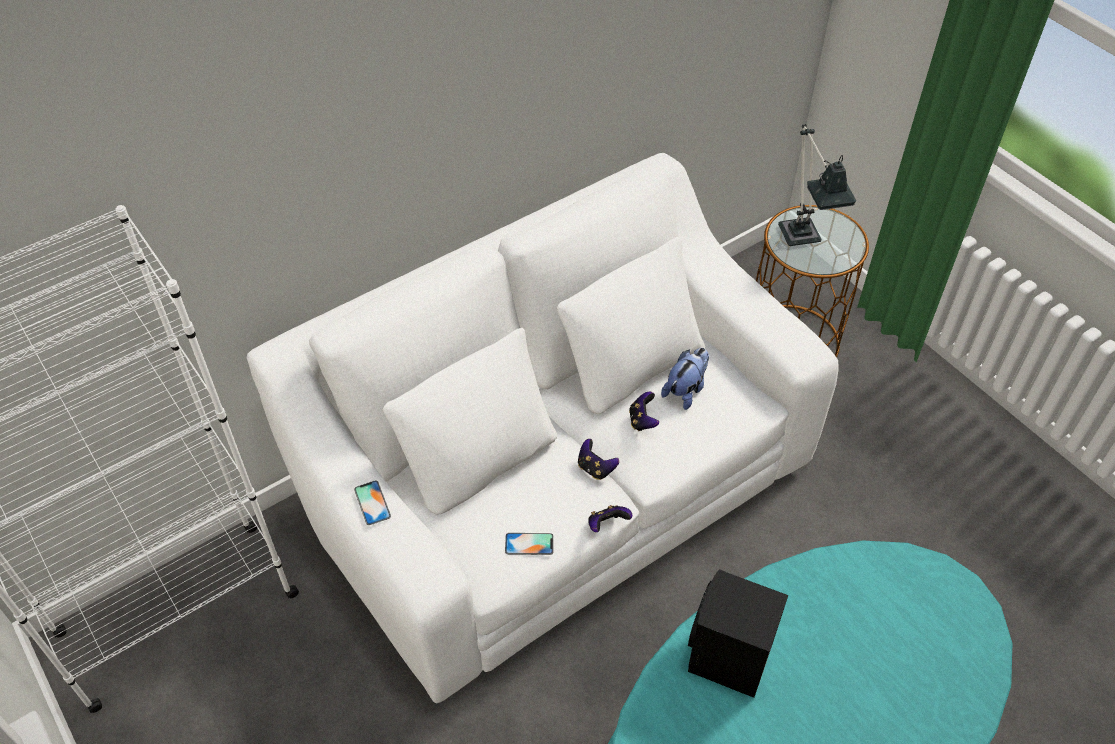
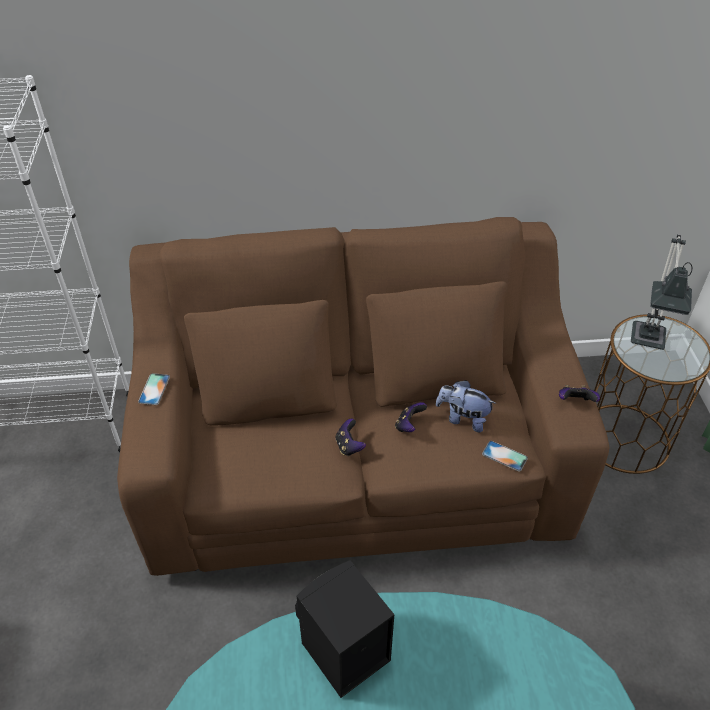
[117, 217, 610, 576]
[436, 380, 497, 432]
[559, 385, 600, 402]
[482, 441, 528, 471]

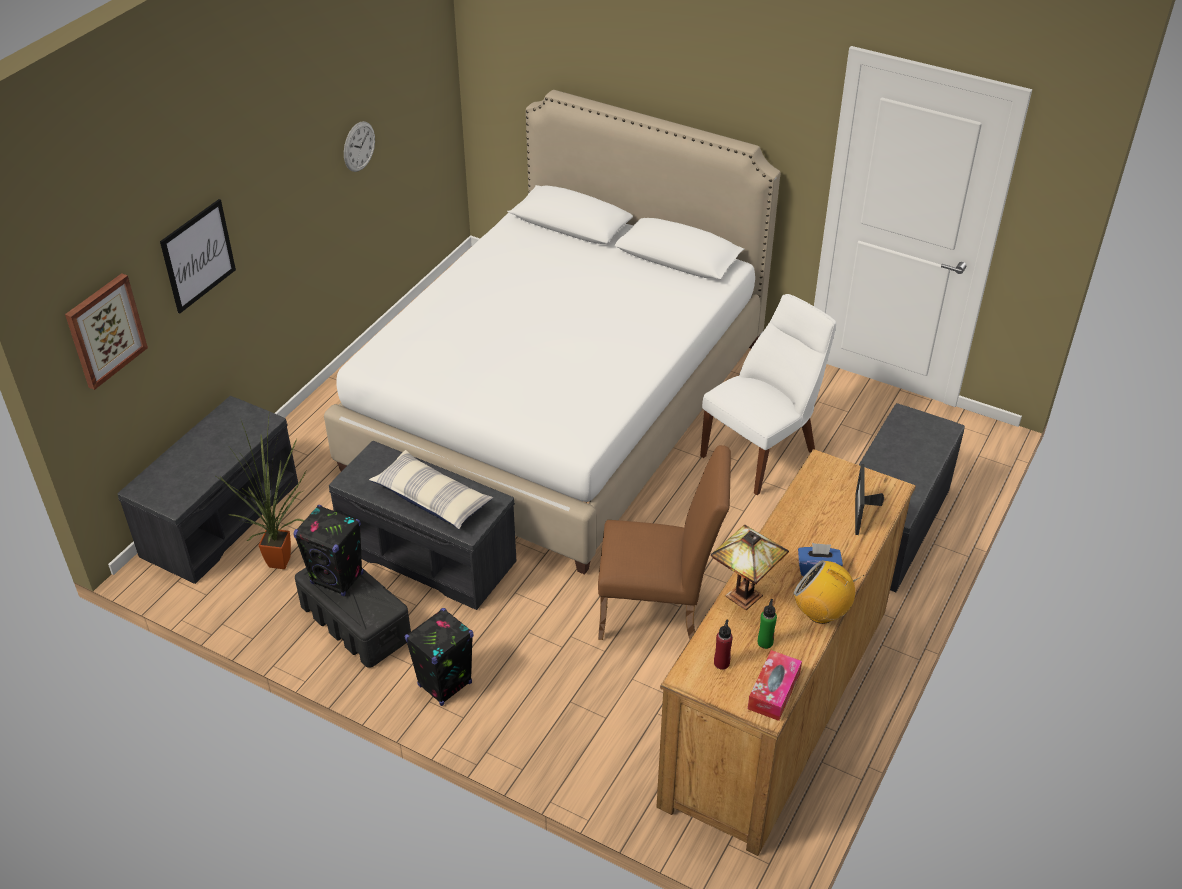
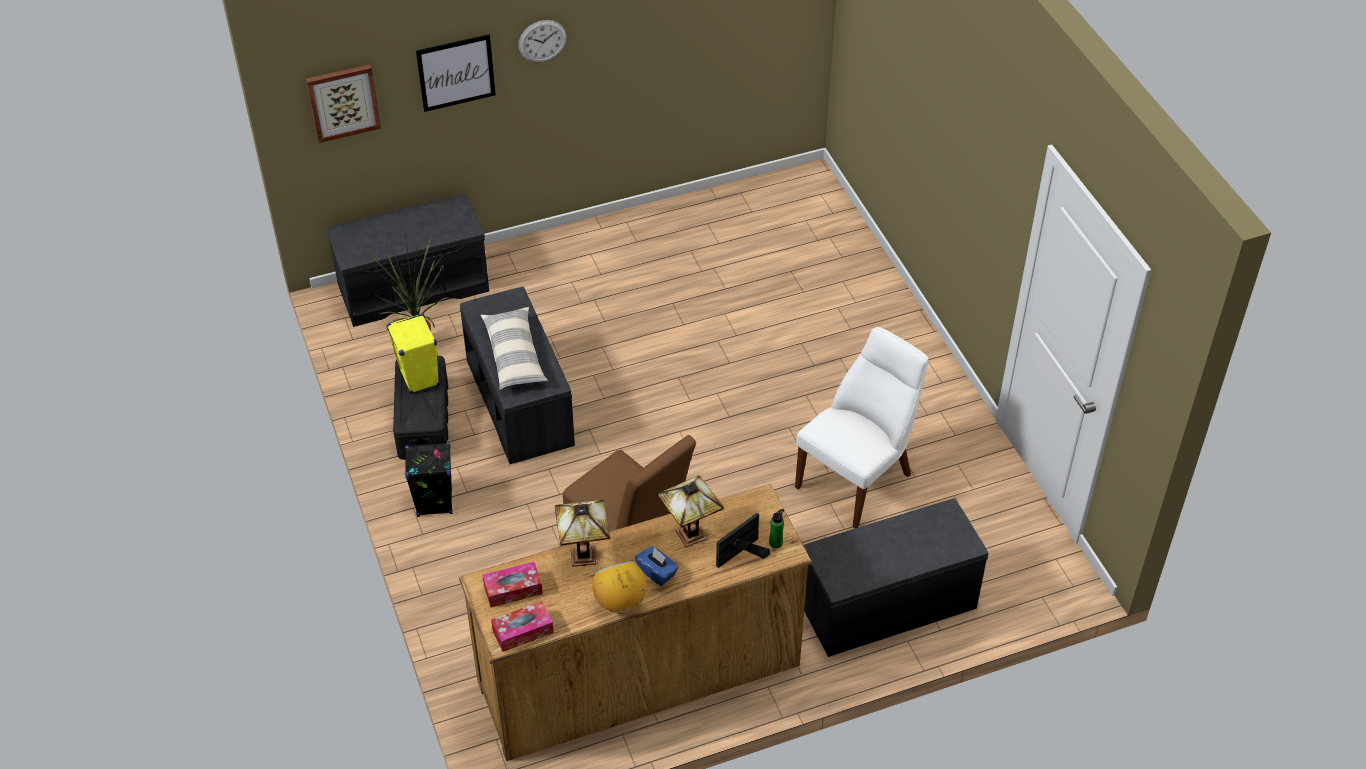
[324, 90, 781, 575] (first image)
[518, 20, 566, 63]
[795, 327, 928, 528]
[386, 313, 440, 394]
[769, 509, 784, 548]
[483, 562, 543, 607]
[657, 475, 724, 547]

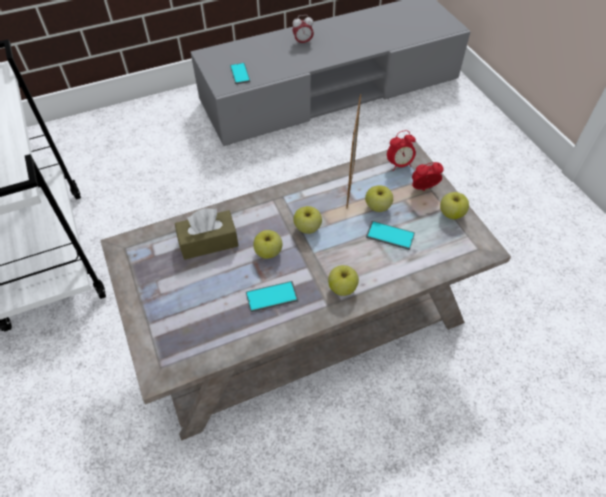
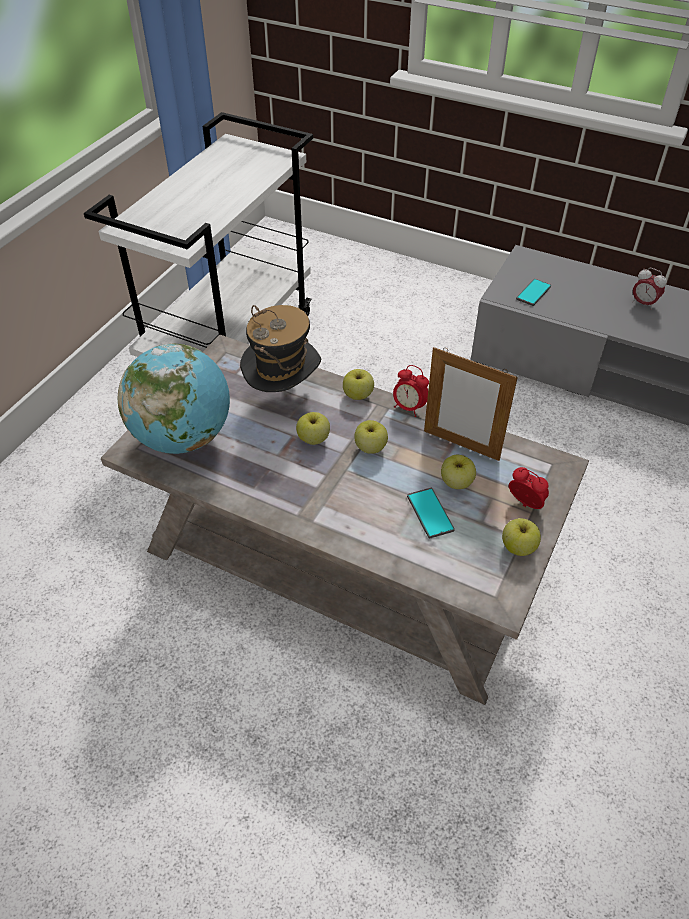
[424, 347, 518, 461]
[393, 365, 429, 417]
[240, 305, 321, 392]
[343, 369, 374, 400]
[246, 281, 298, 312] (first image)
[118, 344, 230, 454]

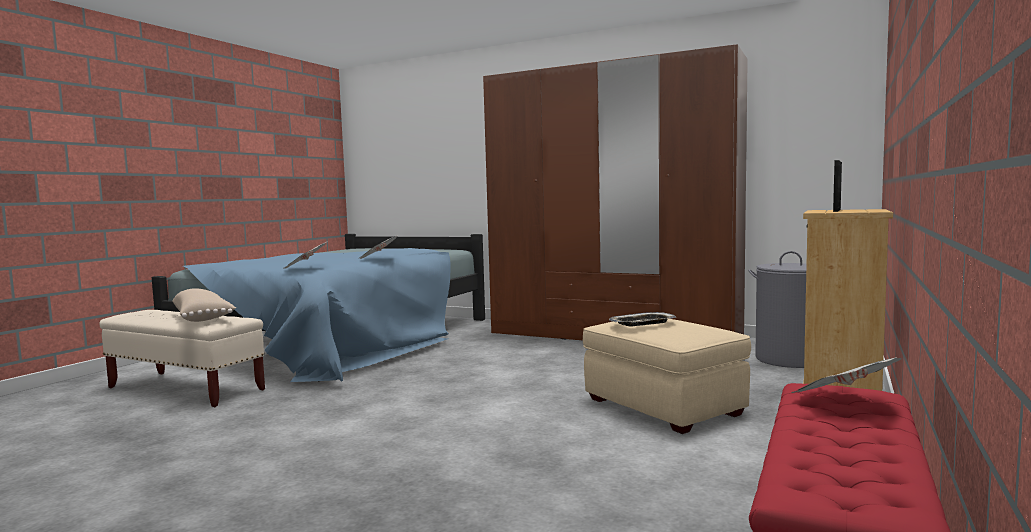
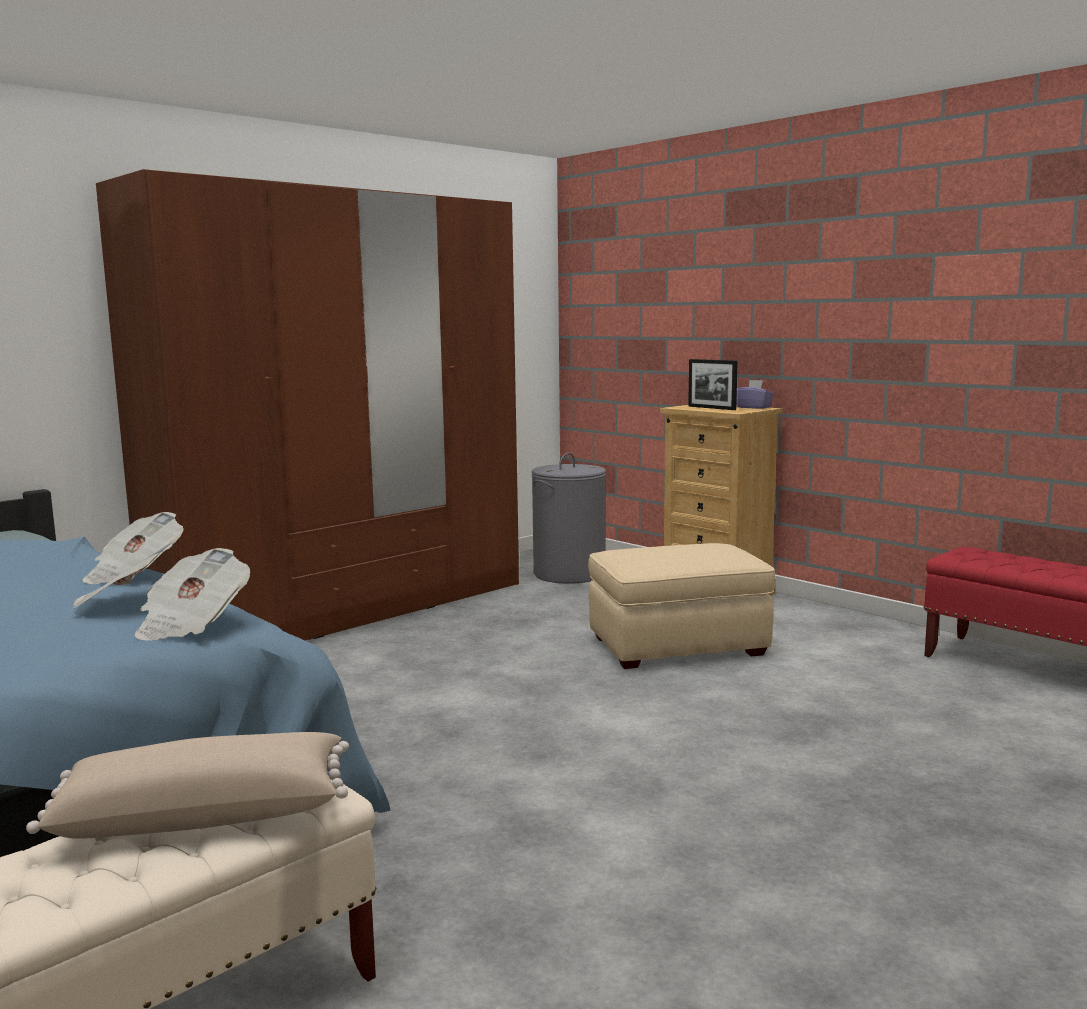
[609, 312, 676, 326] (first image)
[74, 542, 173, 608]
[736, 380, 774, 409]

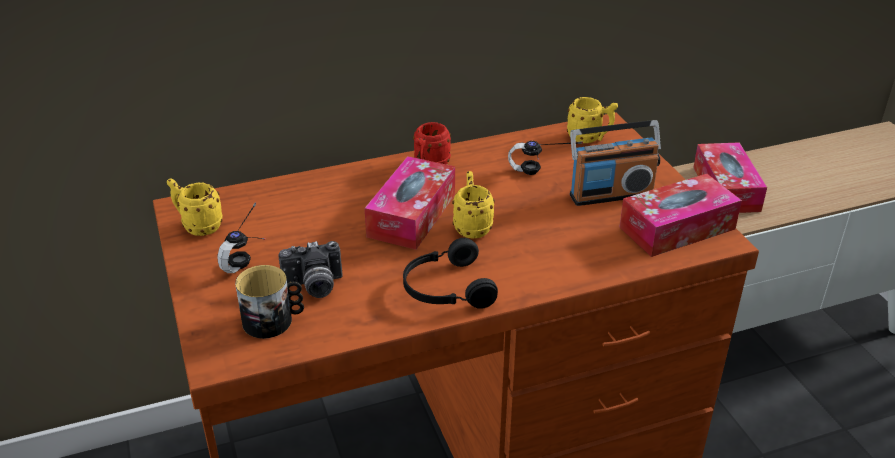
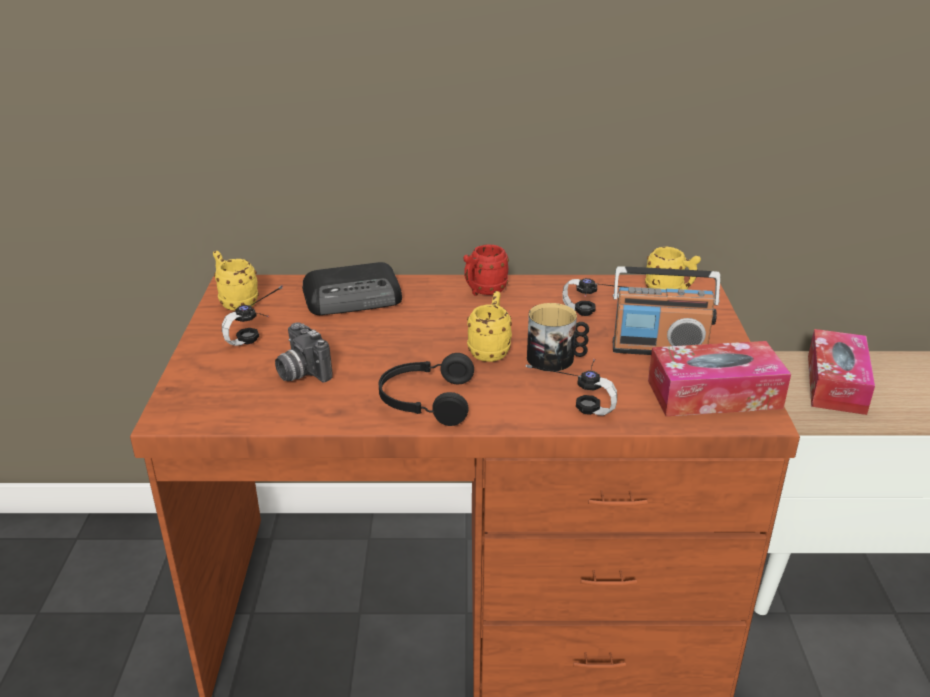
[365, 156, 455, 250] (first image)
[275, 322, 333, 382]
[527, 303, 589, 371]
[302, 262, 402, 315]
[526, 359, 617, 416]

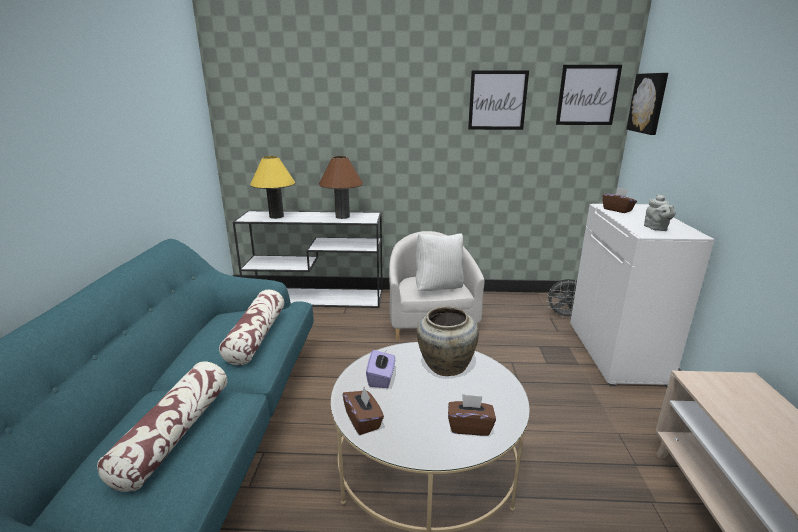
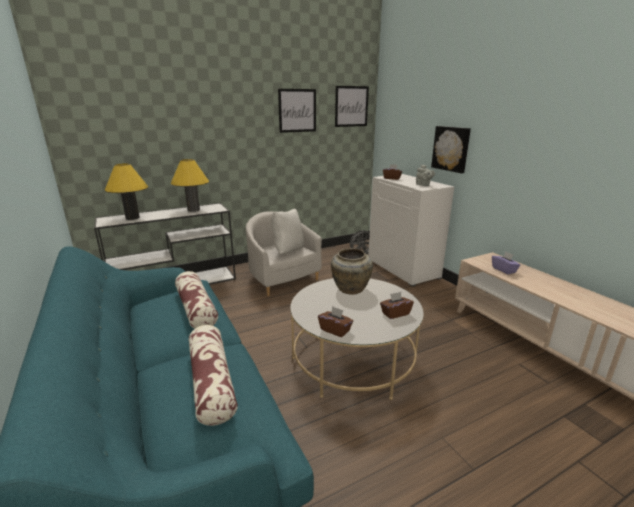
[431, 126, 471, 173]
[171, 159, 209, 212]
[492, 252, 520, 274]

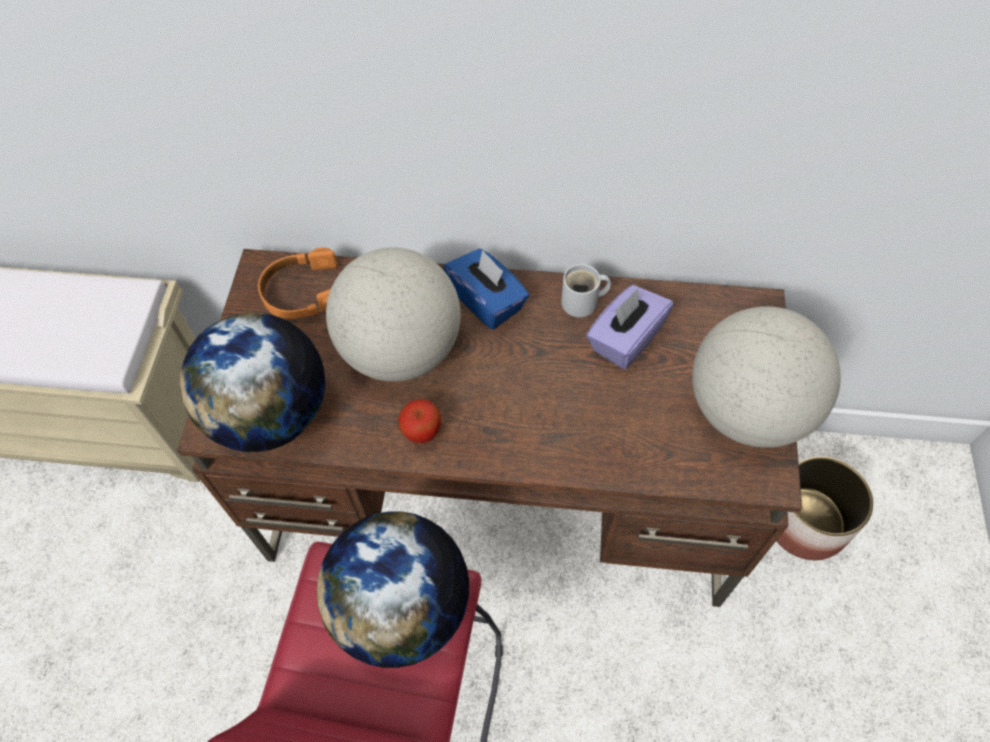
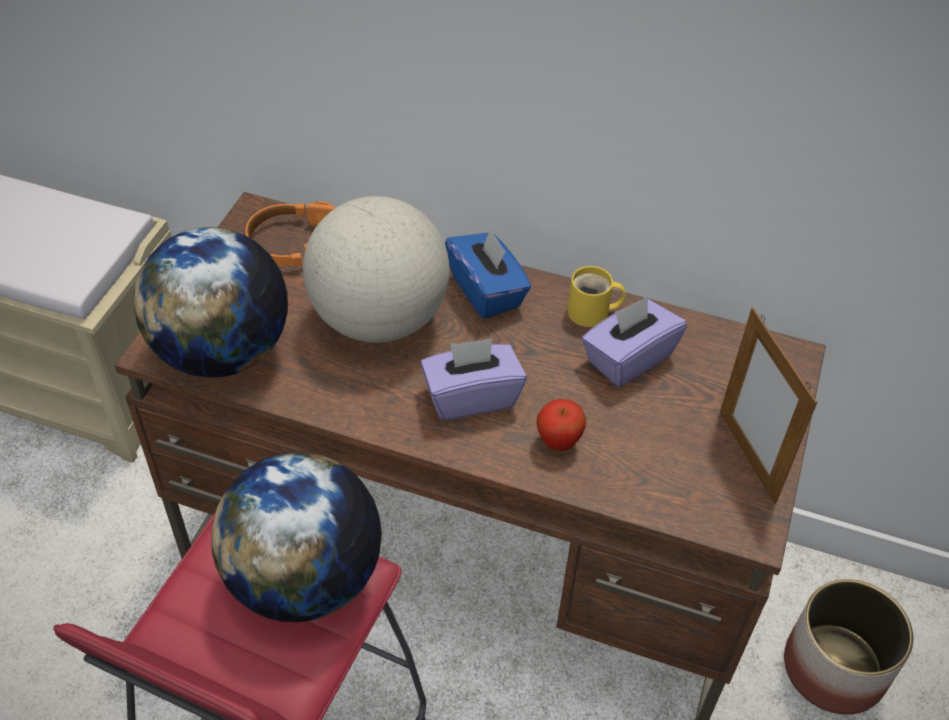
[568, 266, 626, 327]
[720, 307, 817, 504]
[536, 399, 586, 451]
[420, 338, 527, 420]

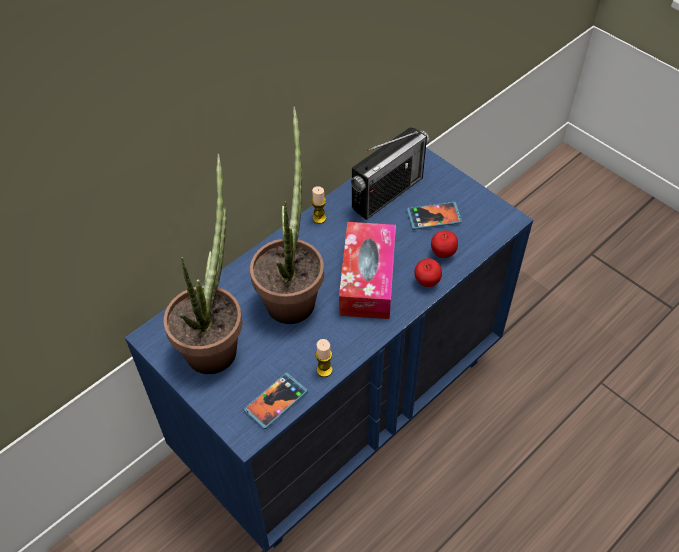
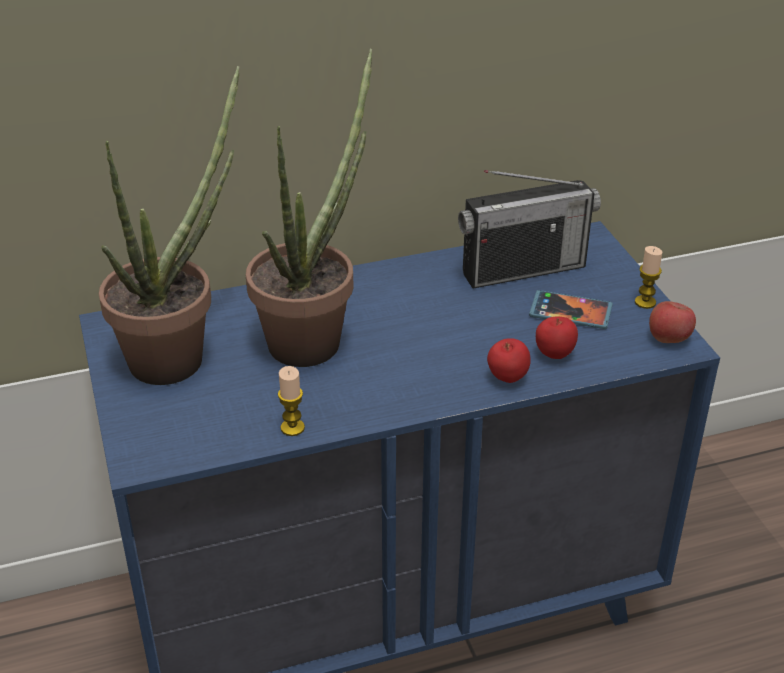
[635, 246, 662, 309]
[339, 222, 396, 319] (first image)
[244, 373, 308, 429] (first image)
[649, 301, 696, 343]

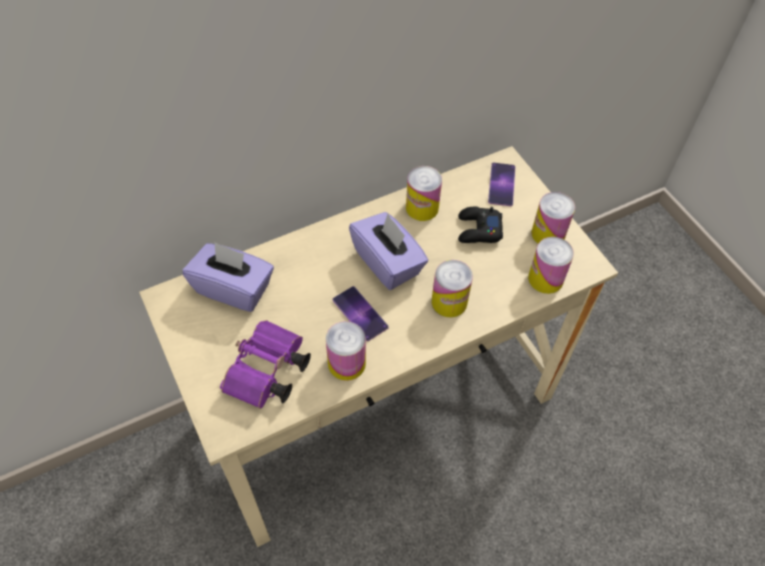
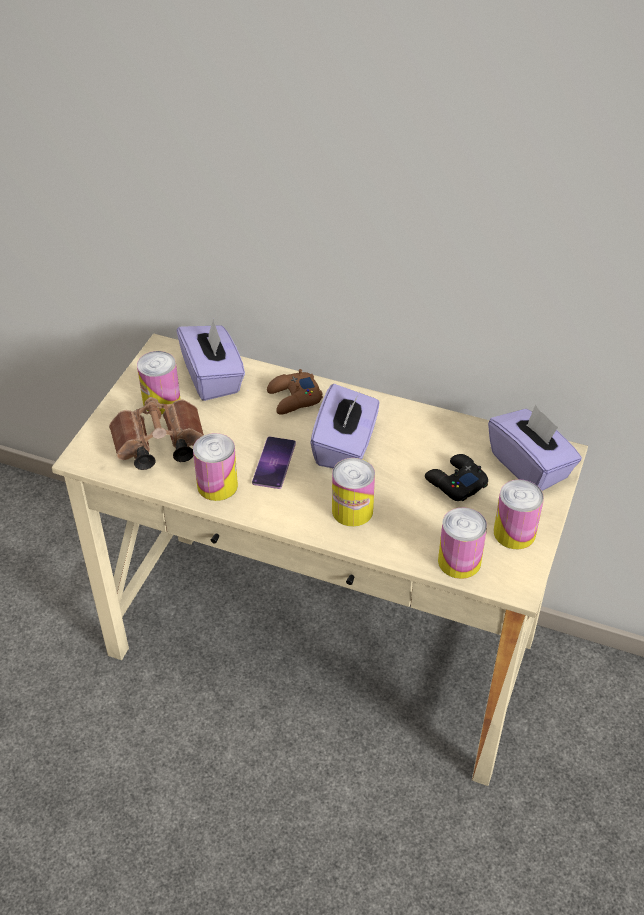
[488, 404, 582, 491]
[137, 351, 180, 414]
[109, 397, 204, 470]
[267, 369, 323, 415]

